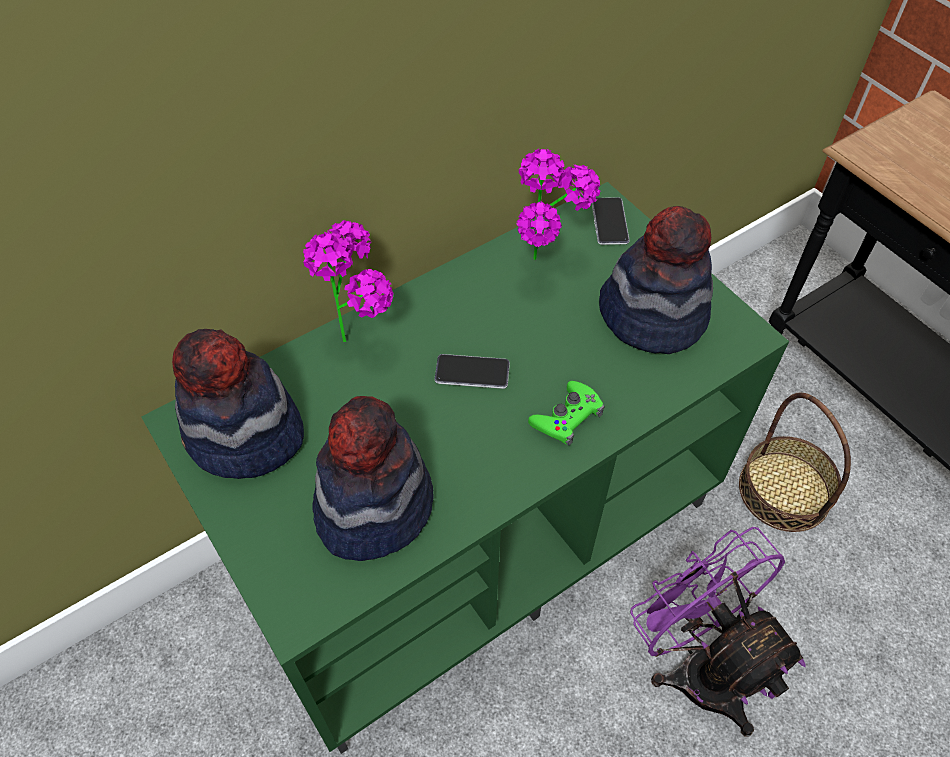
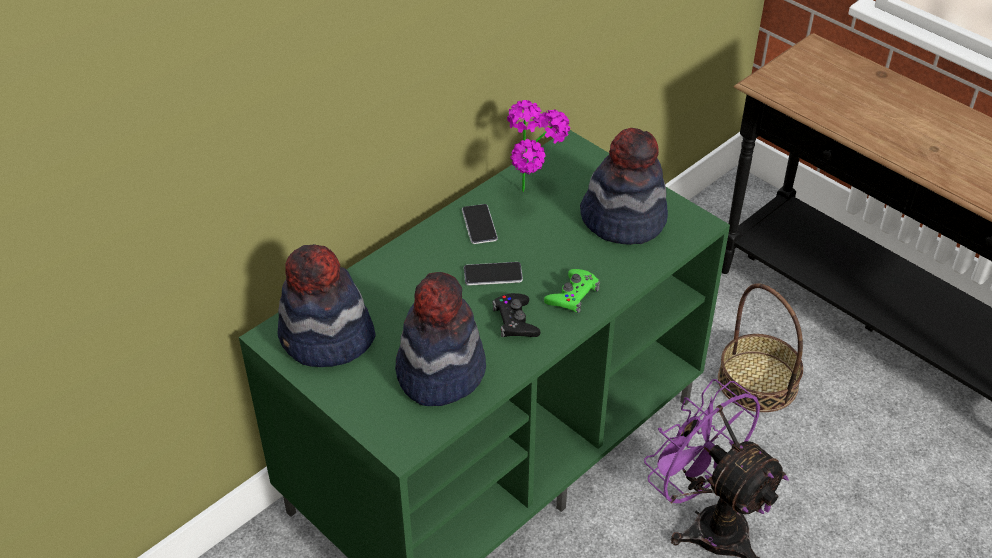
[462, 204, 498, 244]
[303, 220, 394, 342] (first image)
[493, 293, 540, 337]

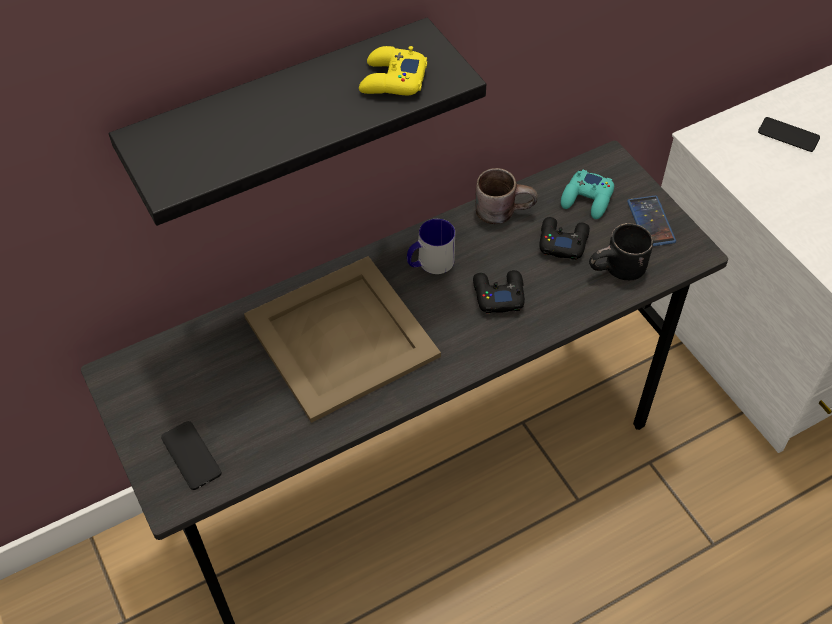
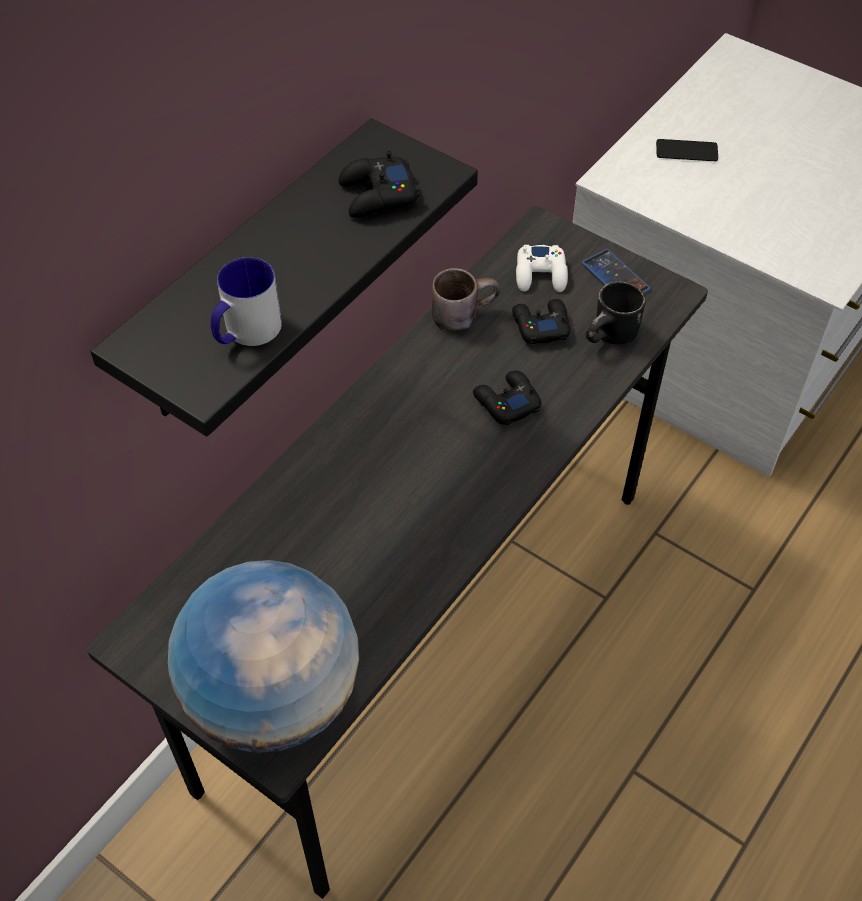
[339, 151, 419, 218]
[516, 245, 568, 292]
[211, 257, 282, 346]
[244, 256, 441, 423] (first image)
[168, 560, 359, 753]

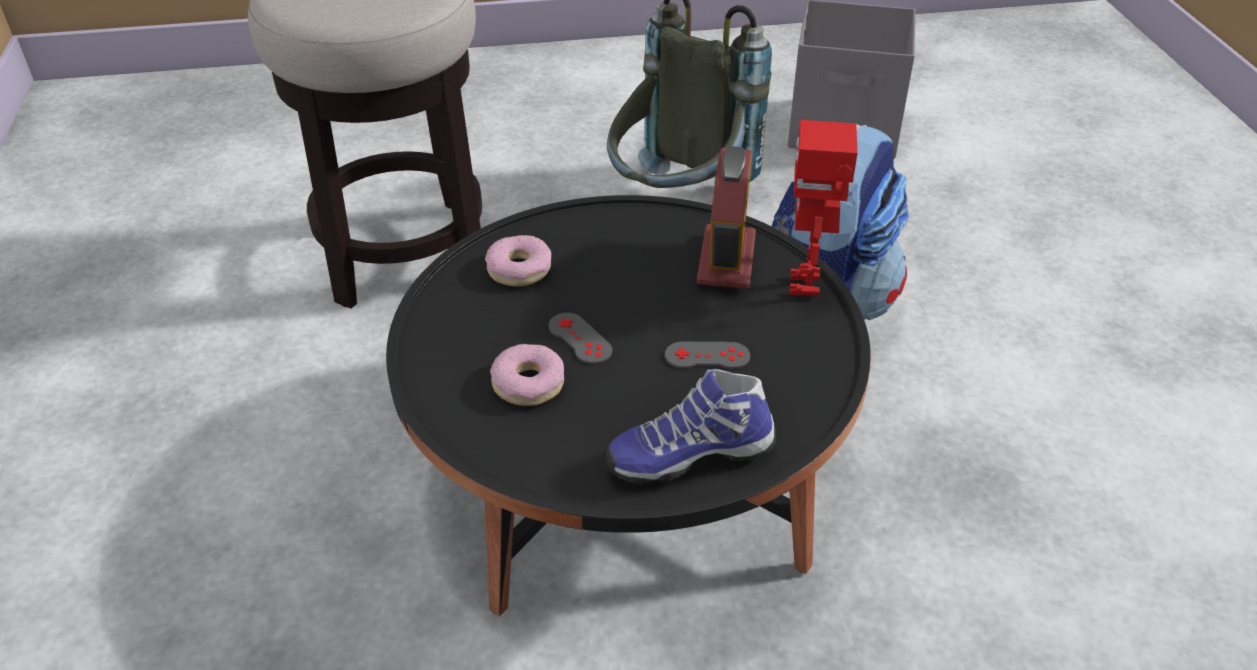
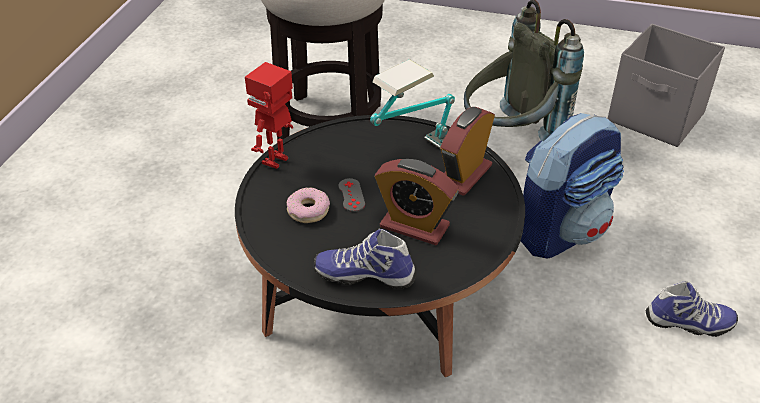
[245, 62, 293, 169]
[485, 235, 551, 287] (first image)
[374, 159, 459, 245]
[370, 59, 455, 148]
[646, 282, 738, 337]

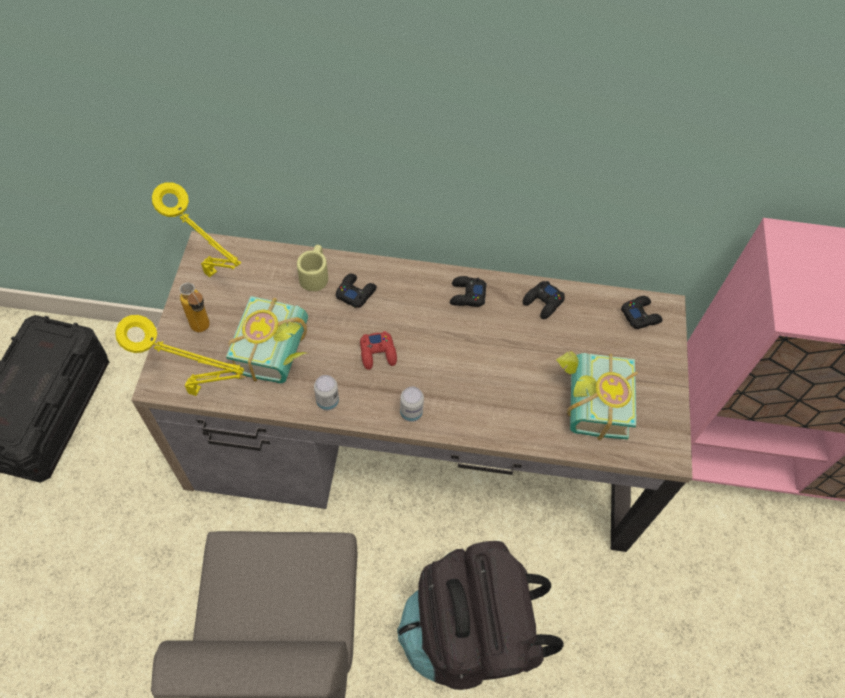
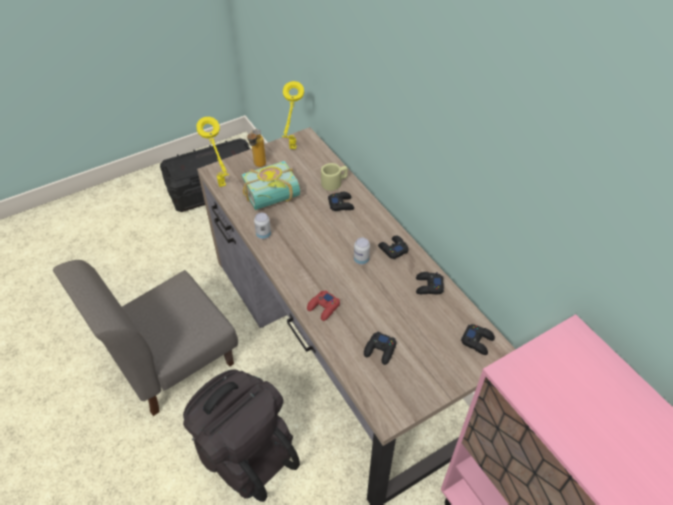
[307, 291, 340, 321]
[364, 332, 396, 365]
[354, 238, 370, 265]

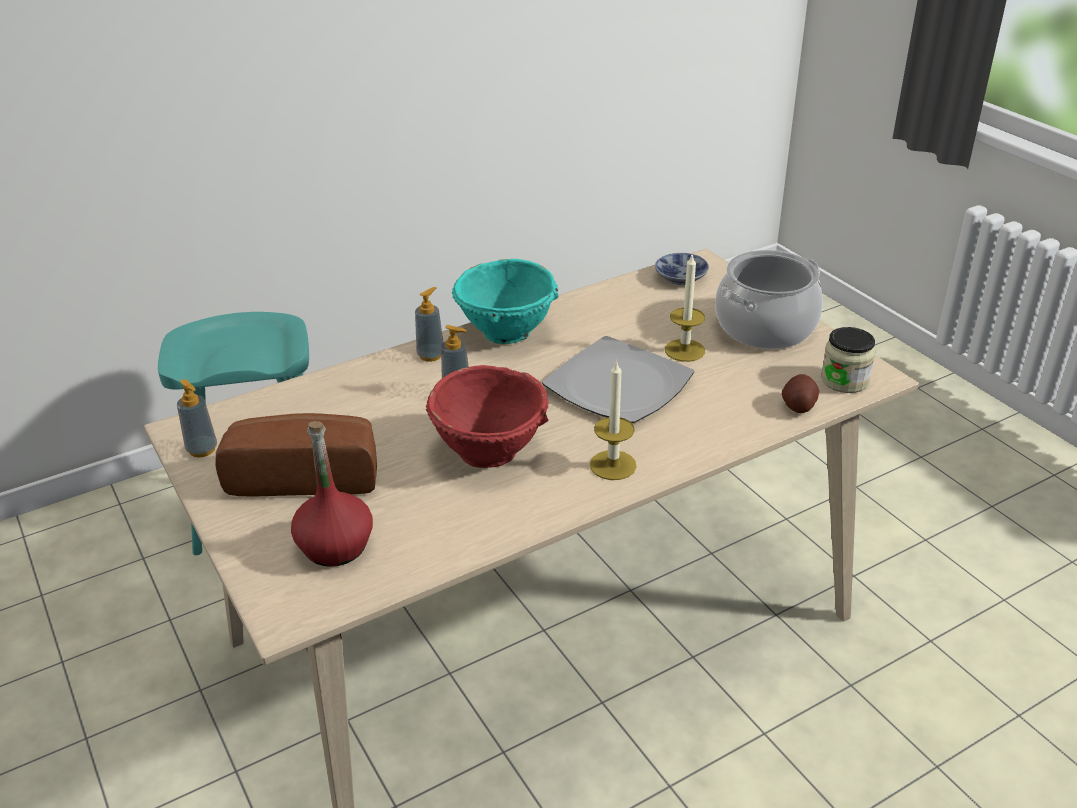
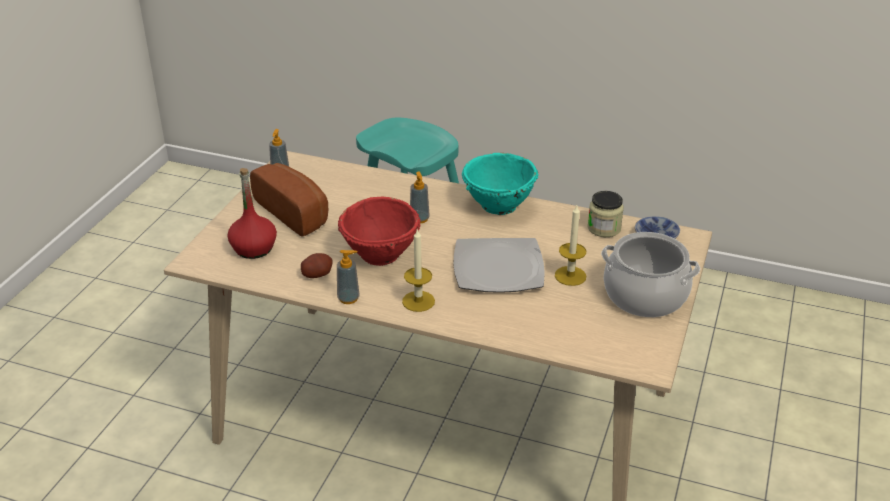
[337, 250, 360, 304]
[587, 191, 624, 237]
[301, 253, 333, 278]

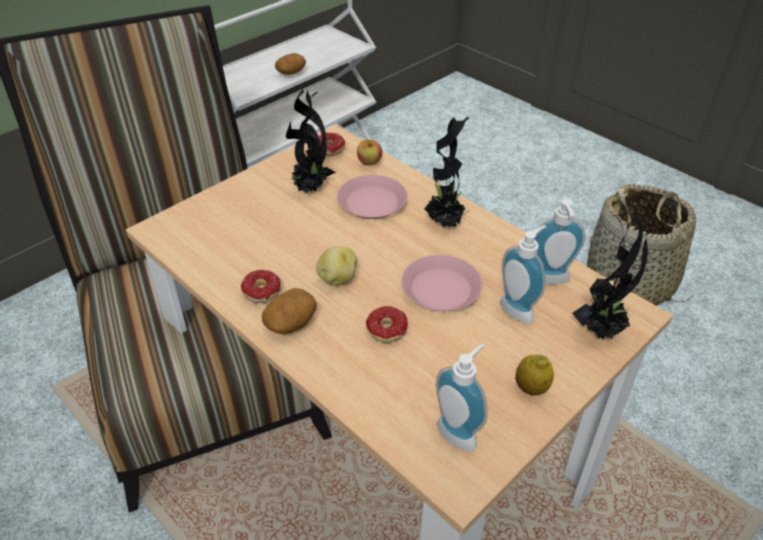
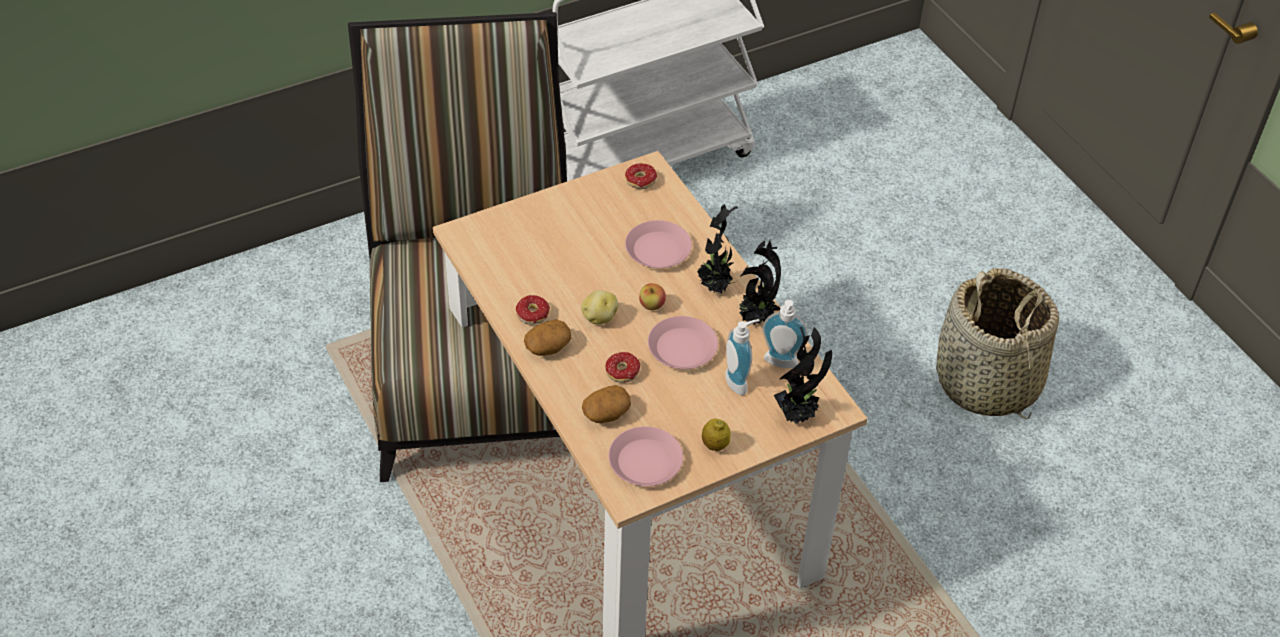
[582, 385, 631, 423]
[738, 239, 781, 325]
[639, 283, 666, 310]
[608, 426, 683, 486]

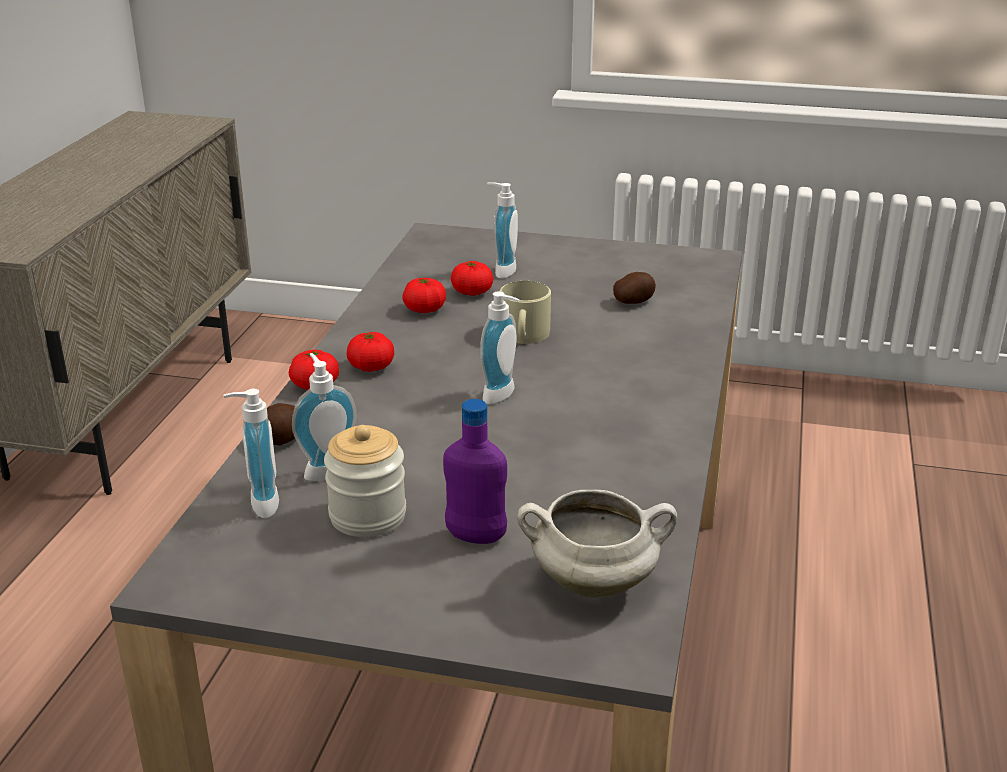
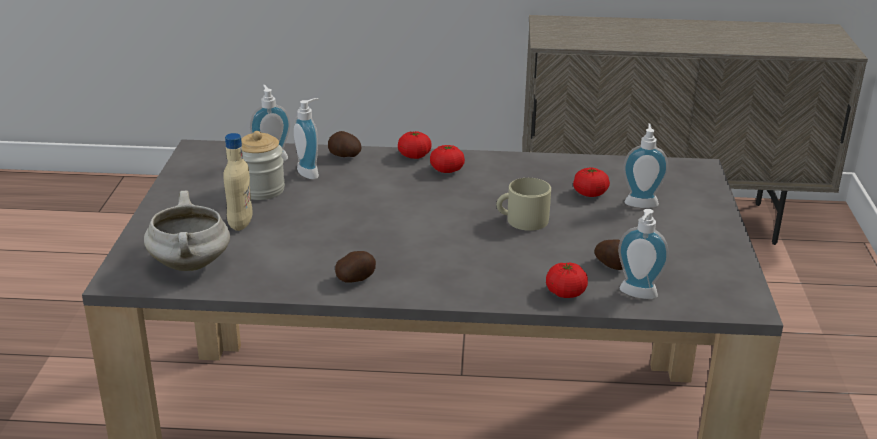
[546, 263, 588, 298]
[618, 209, 669, 299]
[223, 133, 252, 231]
[335, 251, 376, 283]

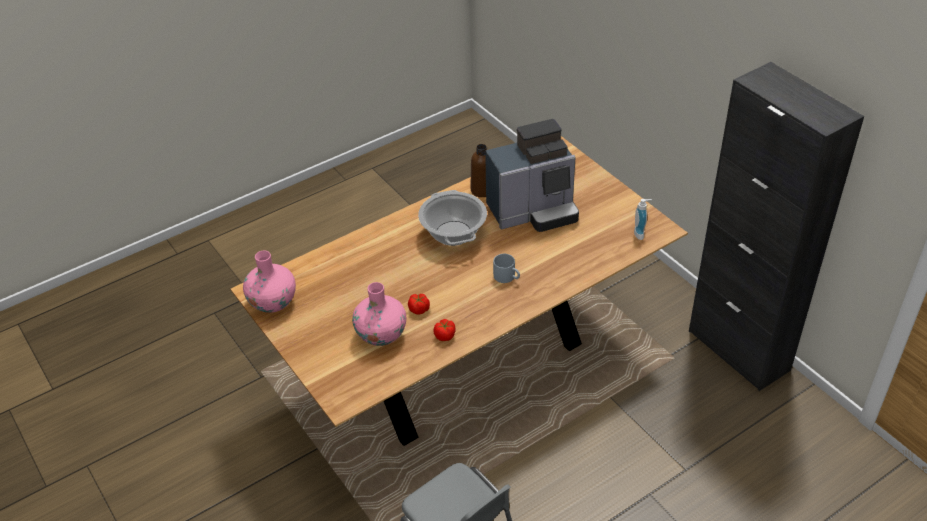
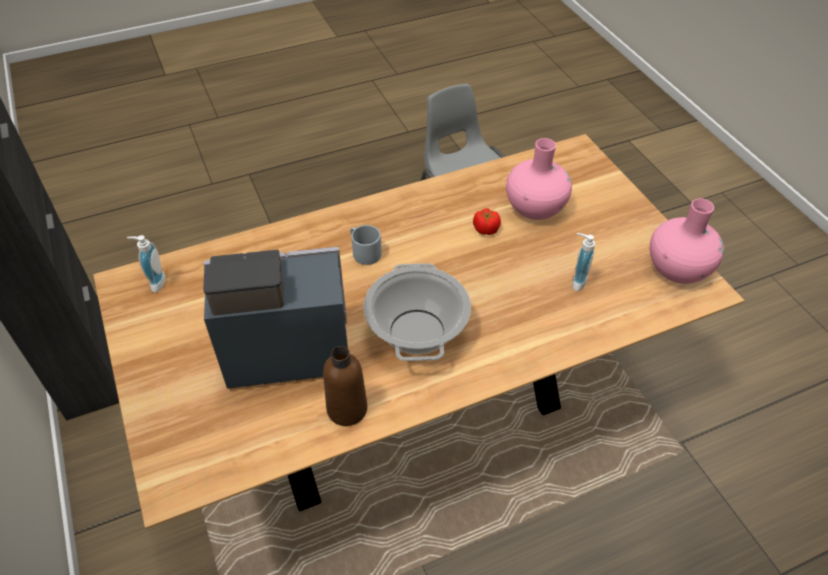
[433, 319, 456, 341] (first image)
[572, 233, 595, 291]

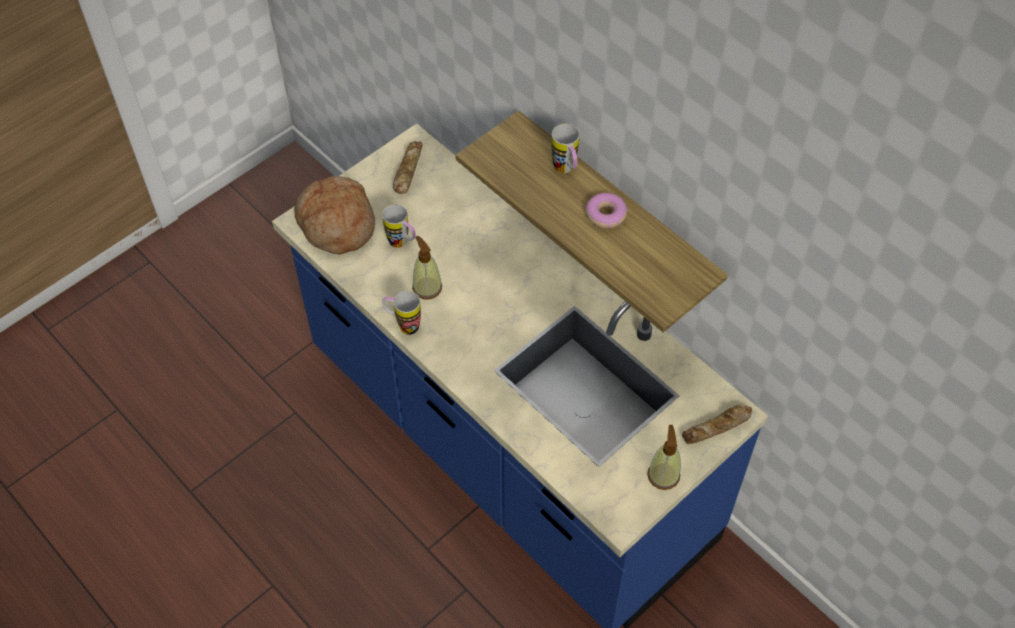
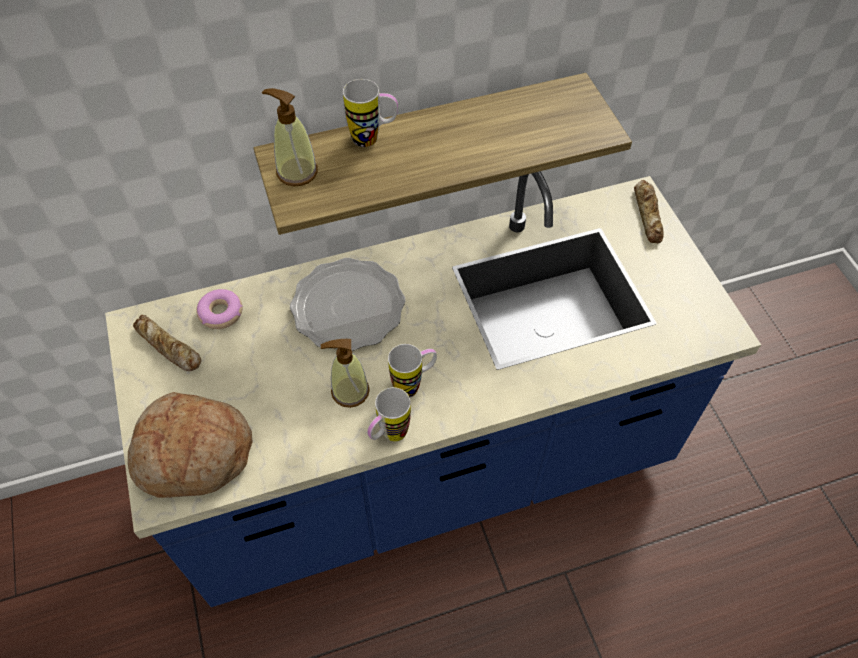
[196, 289, 242, 329]
[388, 344, 437, 398]
[262, 88, 318, 186]
[290, 258, 405, 351]

